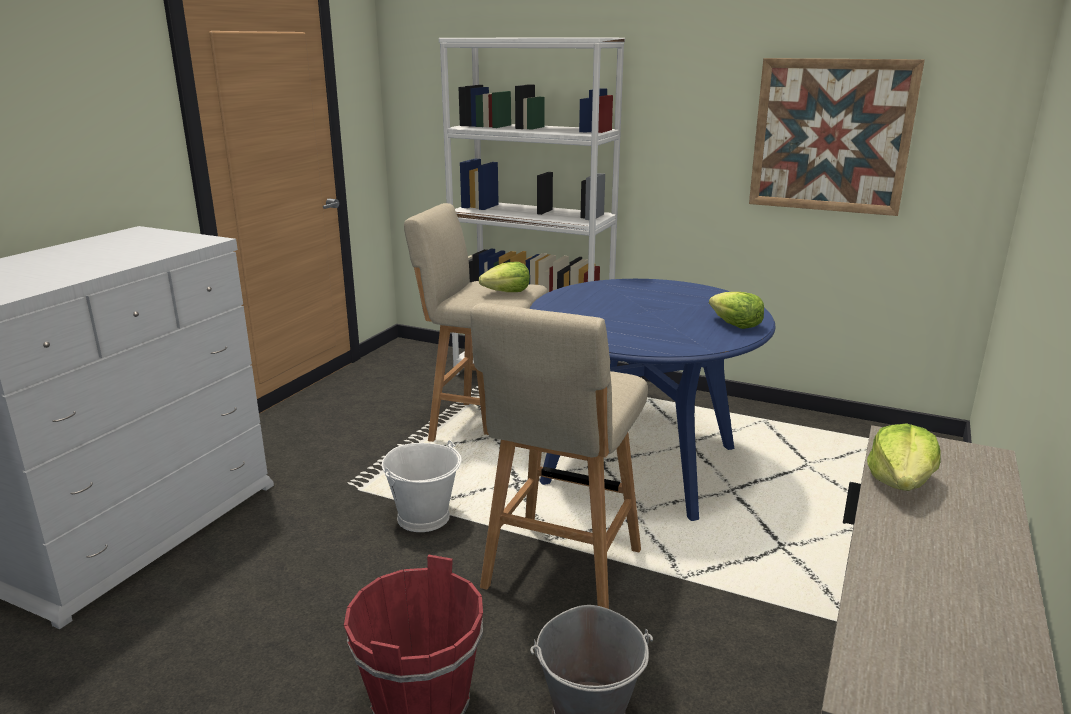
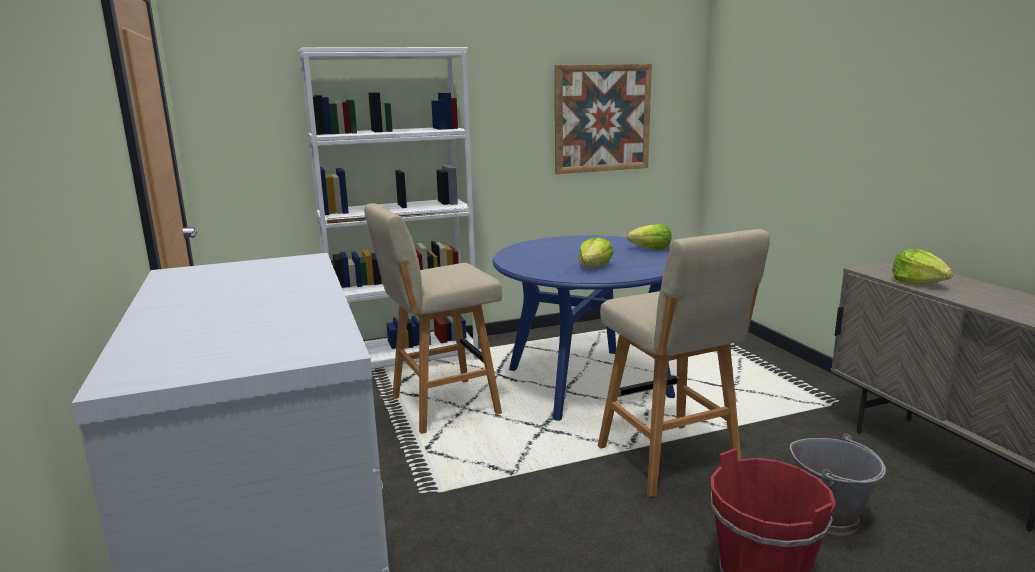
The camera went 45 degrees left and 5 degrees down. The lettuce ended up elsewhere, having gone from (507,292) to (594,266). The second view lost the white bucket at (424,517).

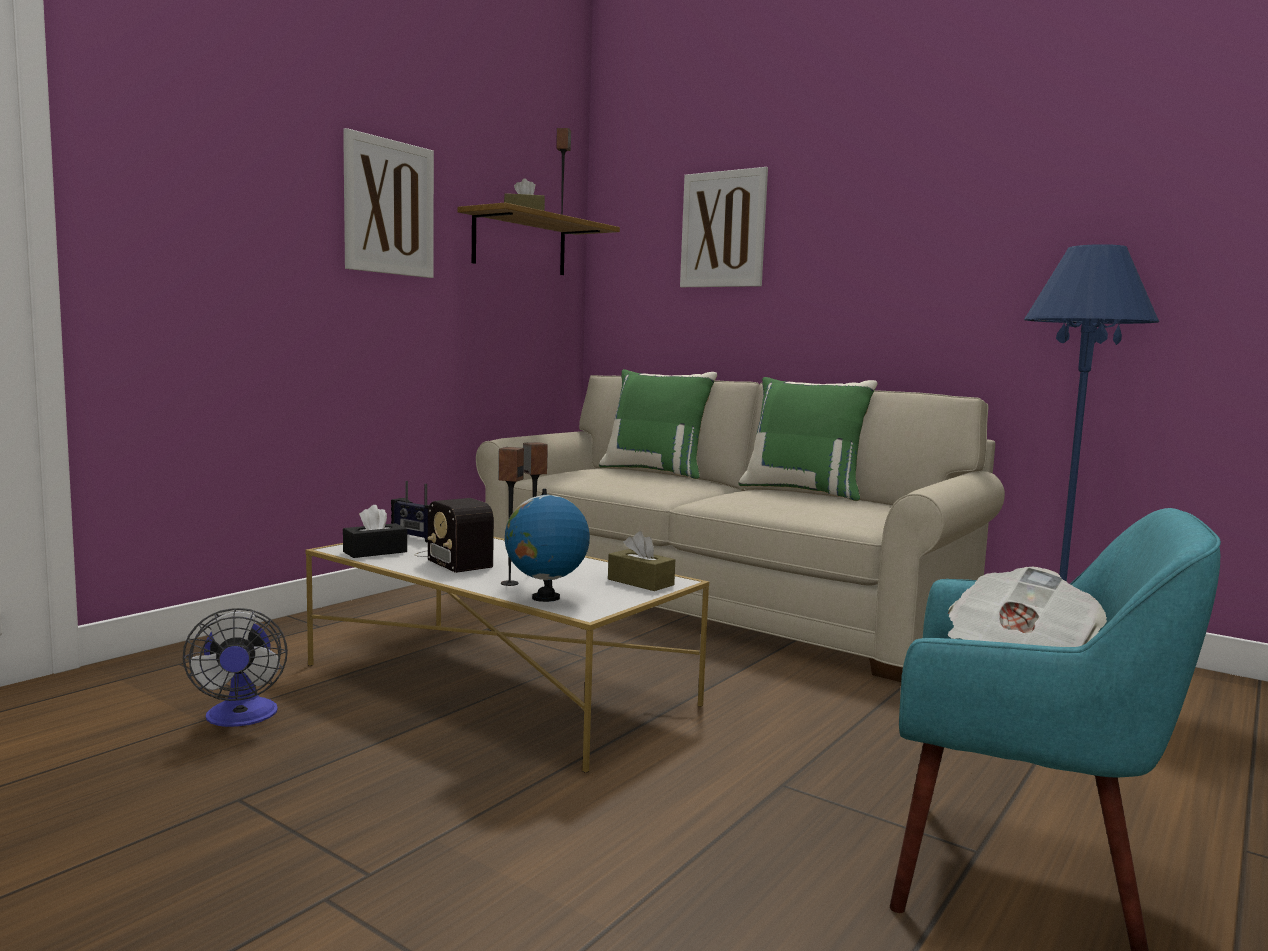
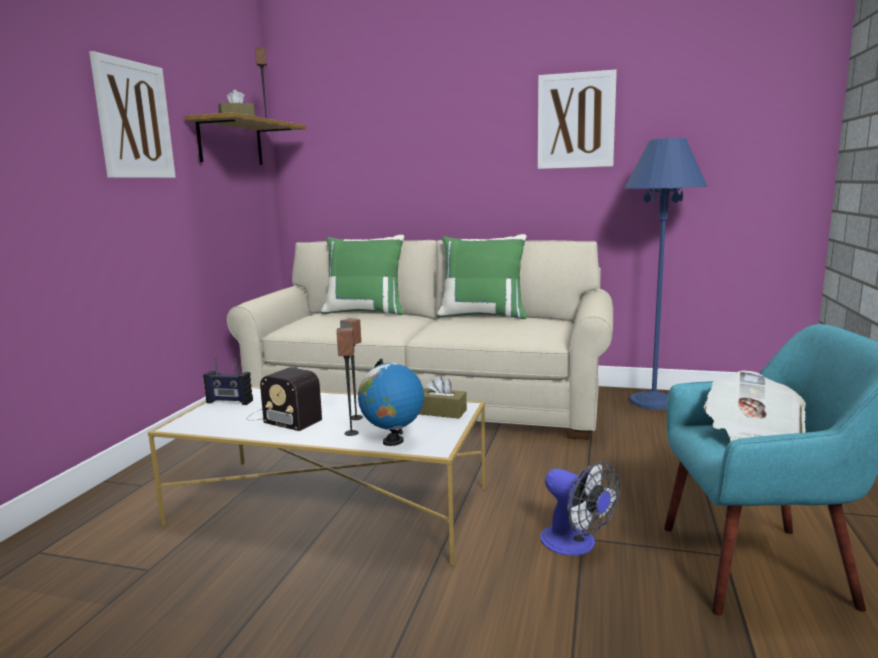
The camera went 20 degrees left and 5 degrees up. The picture ended up elsewhere, having gone from (723,229) to (576,121). The second view lost the black tissue box at (375,552). The fan ended up elsewhere, having gone from (241,718) to (576,544).

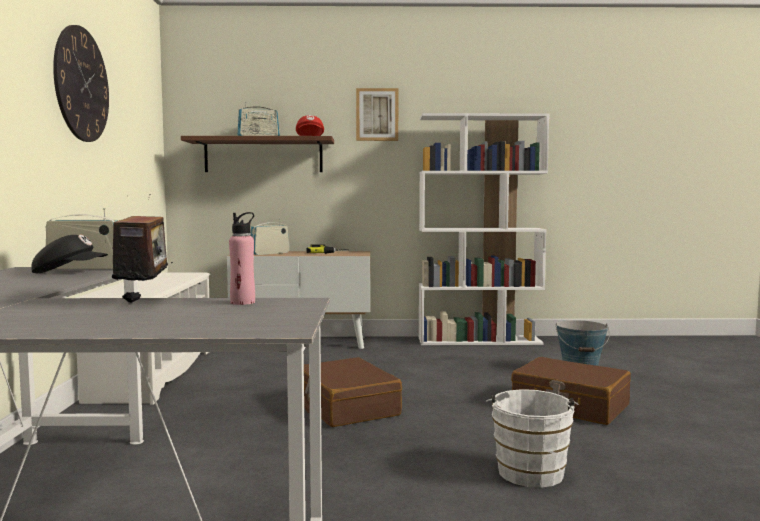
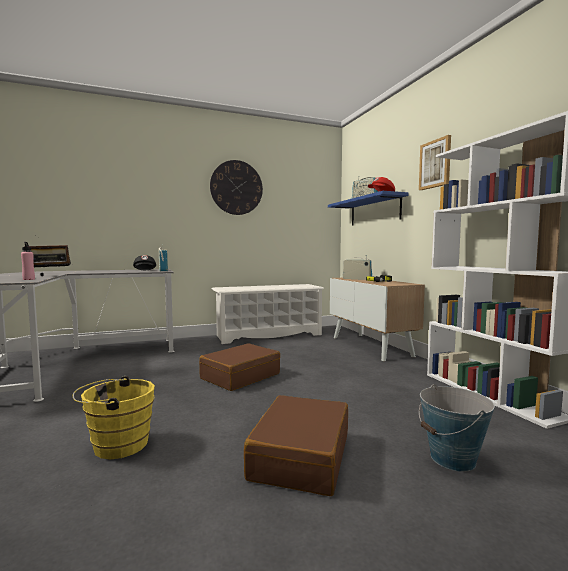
The camera went 70 degrees right and 0 degrees up. What was the brown shelf at (263,155) turned into the blue shelf at (374,211). What was the white bucket at (530,475) turned into the yellow bucket at (116,445).

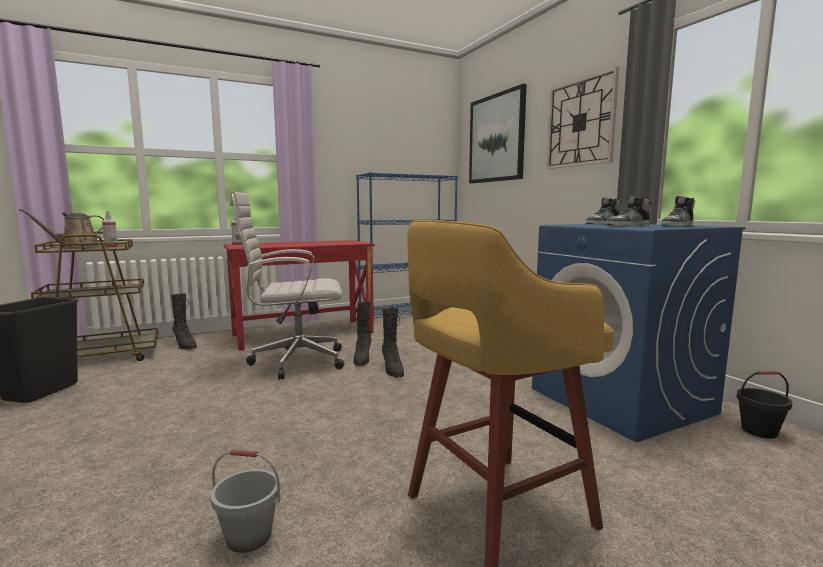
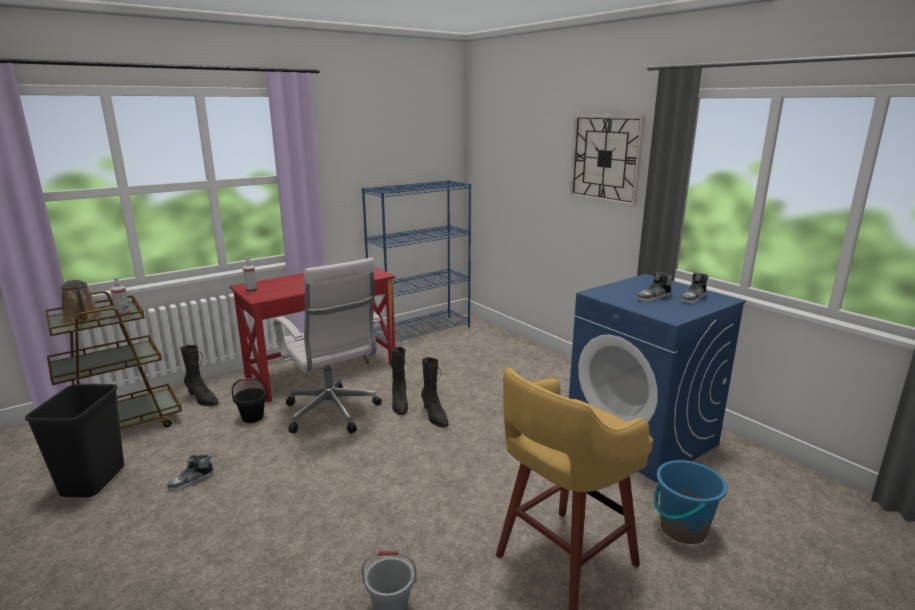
The camera went 10 degrees left and 10 degrees up. The second view lost the picture at (496,138). The white office chair at (294,362) ended up facing another way, 105 degrees counterclockwise from before. The shoe ended up elsewhere, having gone from (602,224) to (191,481). The brown watering can at (76,248) ended up facing another way, 75 degrees counterclockwise from before. The black bucket ended up elsewhere, having gone from (759,431) to (253,417). The second view gained the blue bucket at (682,529).

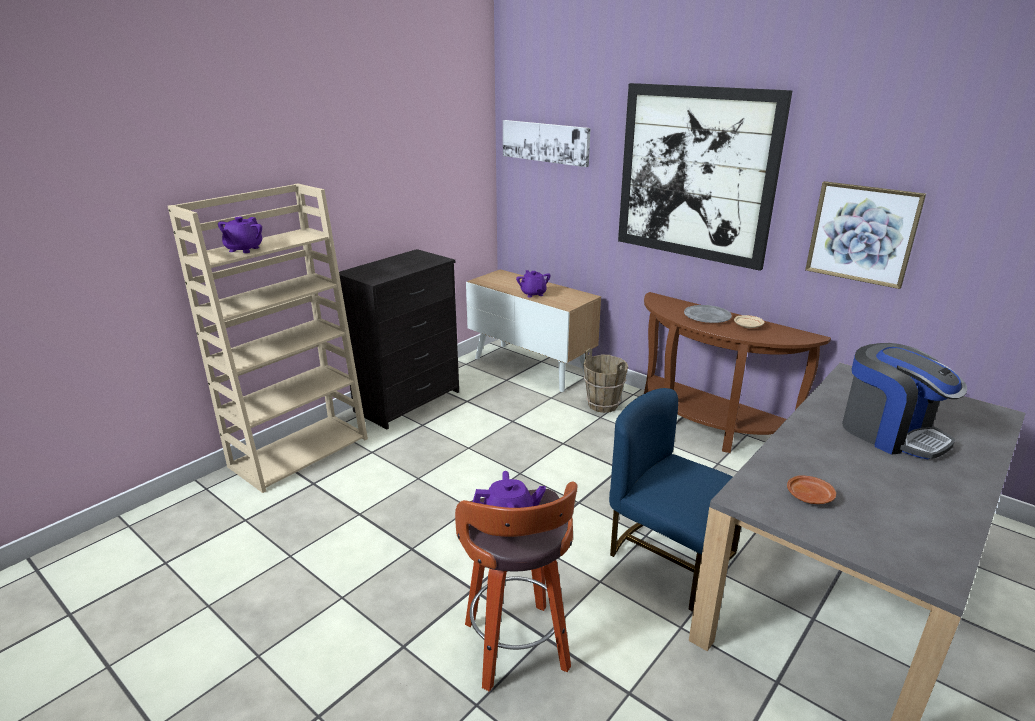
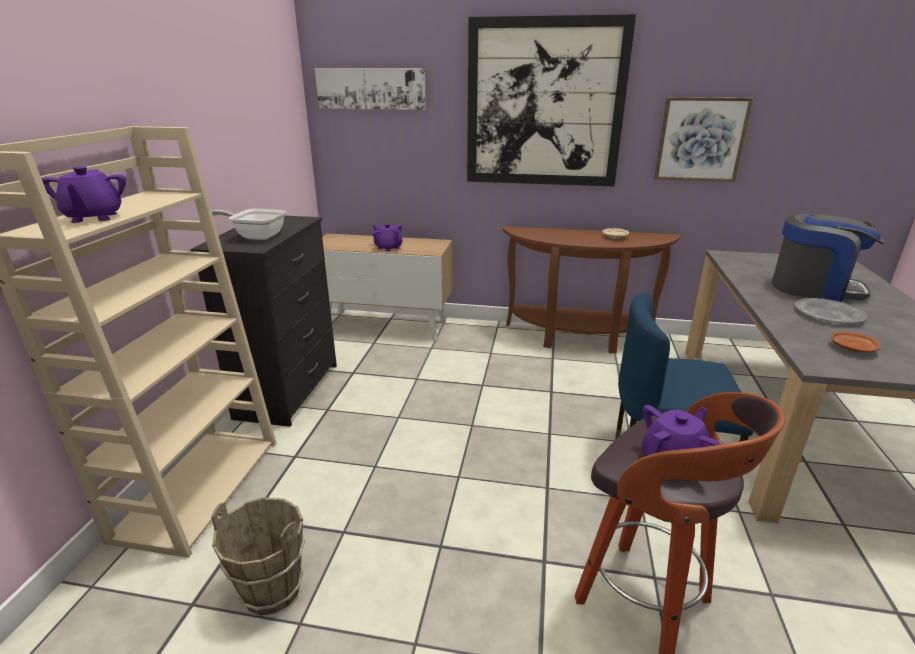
The camera went 30 degrees left and 0 degrees up. The grey plate ended up elsewhere, having gone from (707,317) to (828,314). The brown bucket ended up elsewhere, having gone from (603,405) to (272,589). The second view gained the frying pan at (256,236).

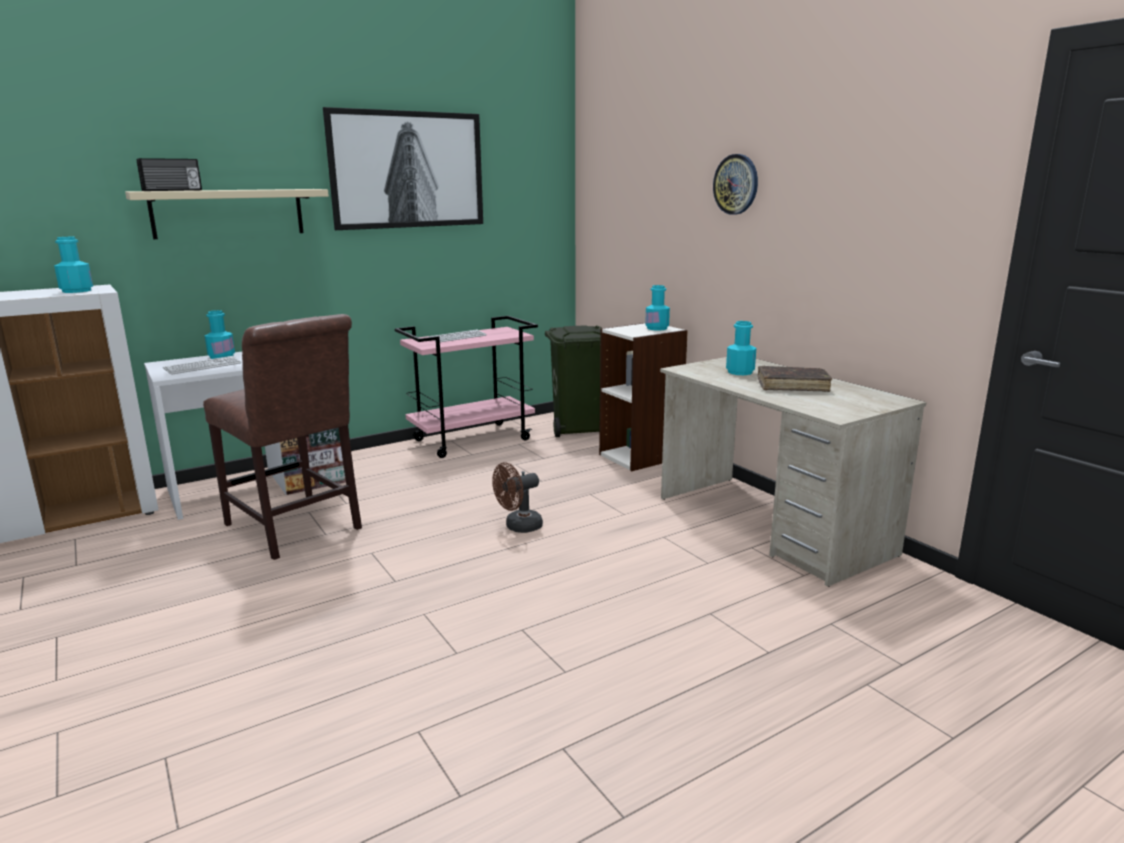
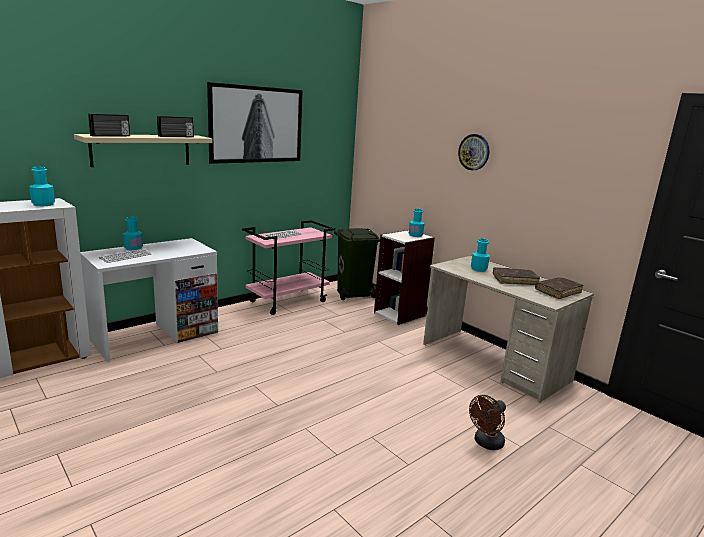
The camera went 10 degrees left and 0 degrees up. The second view lost the brown chair at (296,529). The brown fan ended up elsewhere, having gone from (518,527) to (486,443). The second view gained the radio at (176,136). The second view gained the brown book at (558,292).

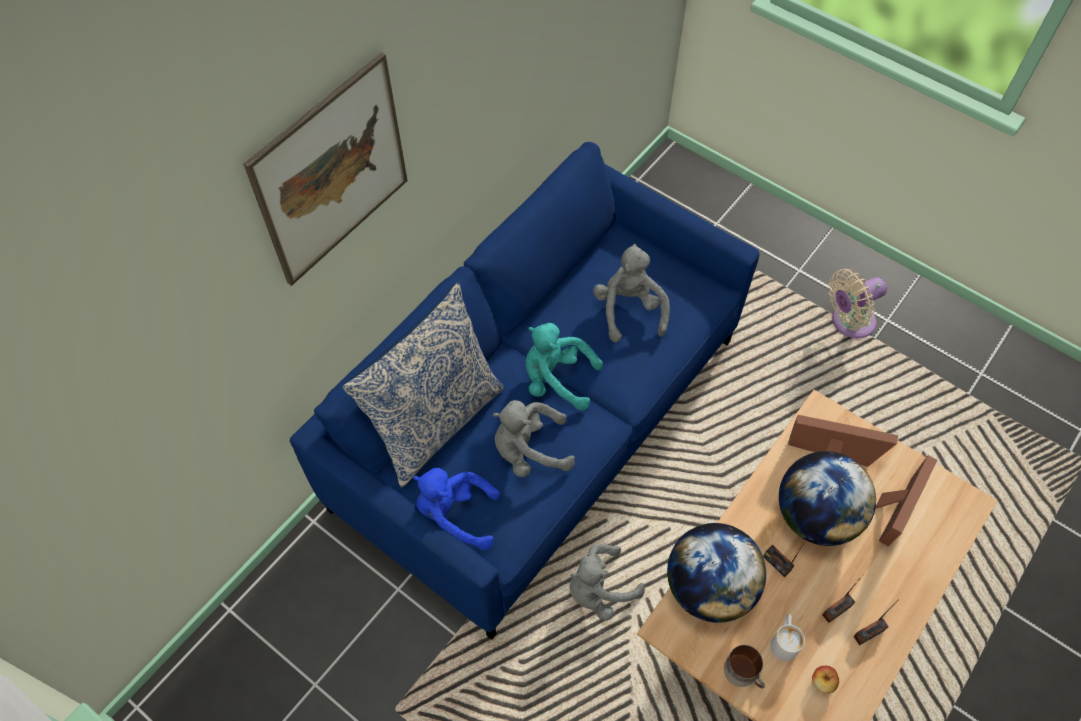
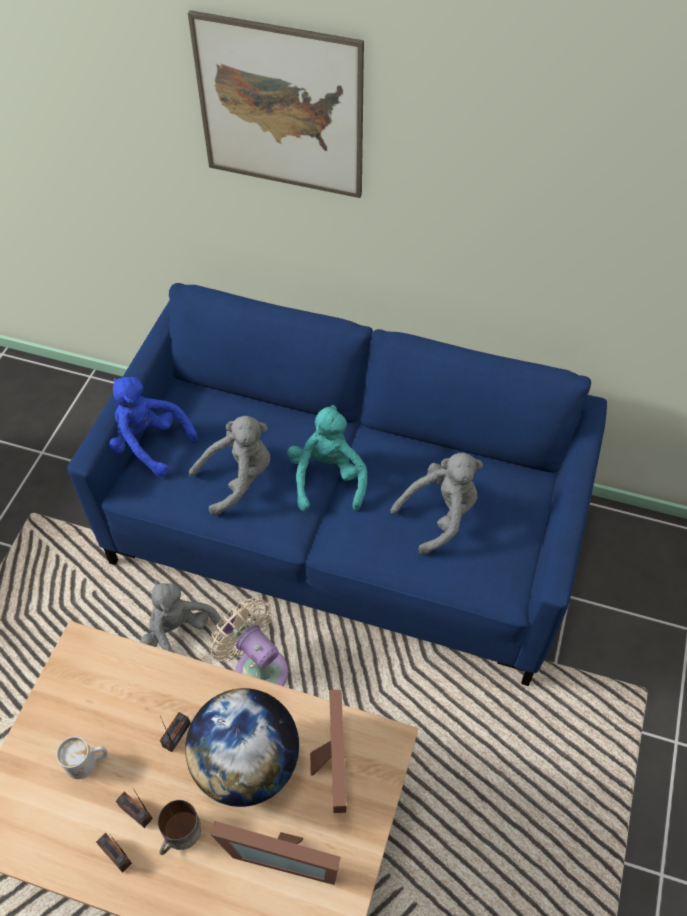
The camera went 70 degrees right and 5 degrees down. The beige fan ended up elsewhere, having gone from (848,322) to (257,668). The second view lost the pillow at (435,421). The grey plush toy at (529,451) ended up facing another way, 90 degrees clockwise from before. The blue plush toy at (453,519) ended up facing another way, 45 degrees counterclockwise from before. The second view lost the globe at (709,588). The mug ended up elsewhere, having gone from (744,672) to (180,836). The second view lost the apple at (822,682).

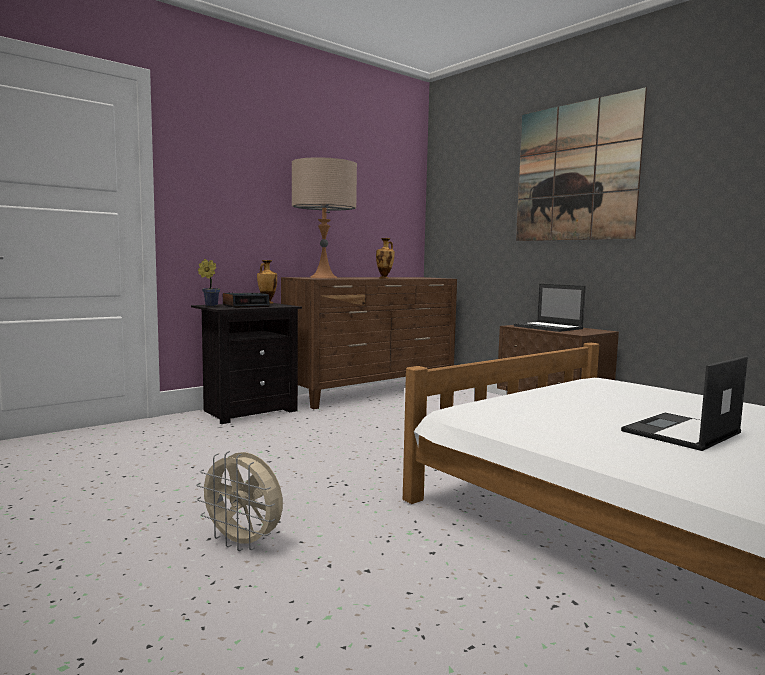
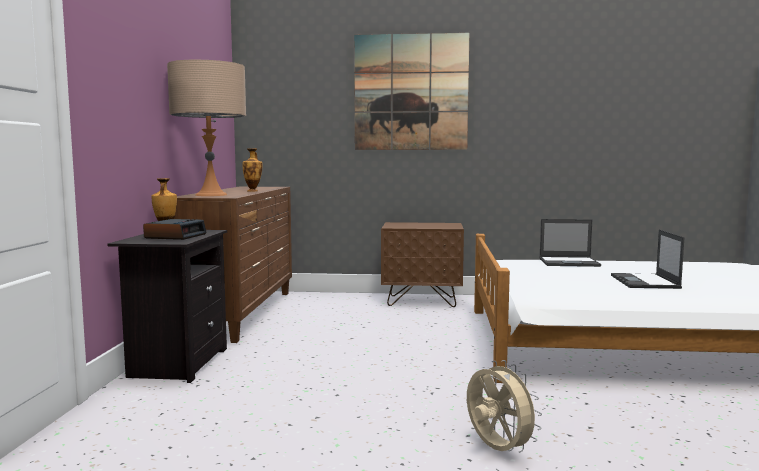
The camera went 45 degrees left and 0 degrees up. The second view lost the potted plant at (209,305). The laptop ended up elsewhere, having gone from (549,327) to (569,262). The beige fan at (243,543) ended up facing another way, 105 degrees counterclockwise from before.

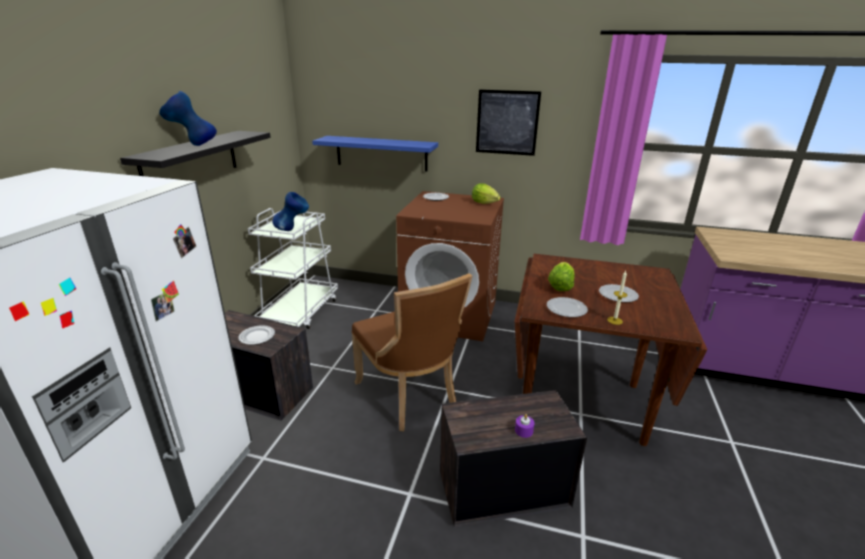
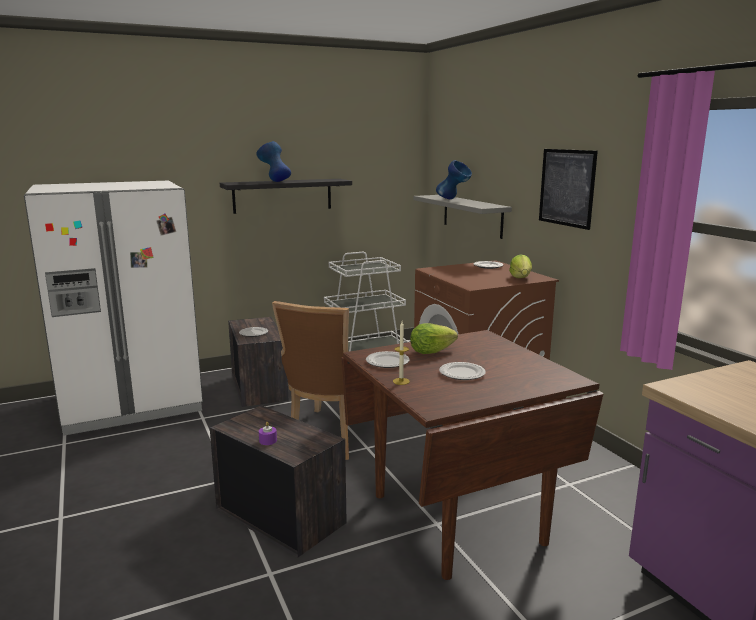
The camera went 50 degrees right and 10 degrees down. What was the blue shelf at (381,153) turned into the grey shelf at (472,215). The blue vase ended up elsewhere, having gone from (293,230) to (453,199).

